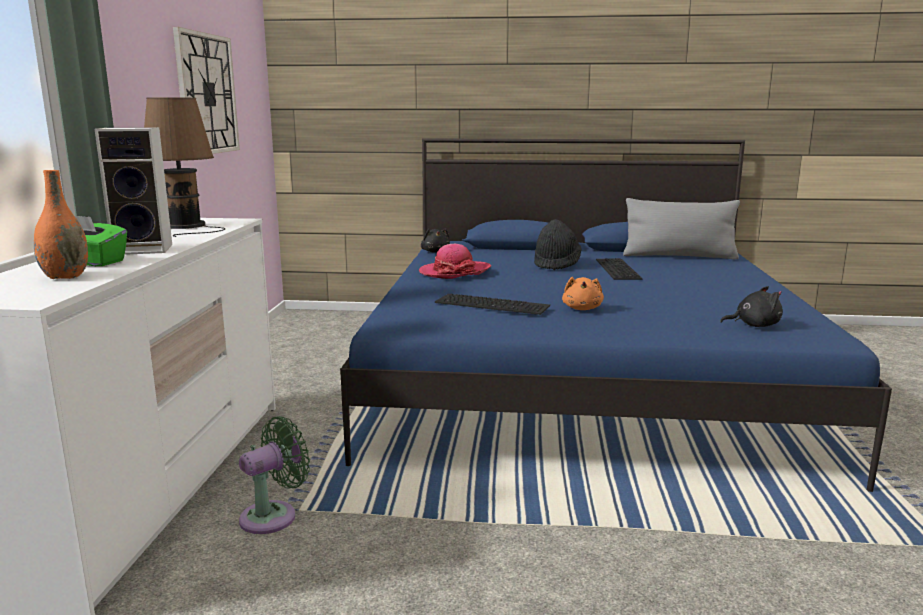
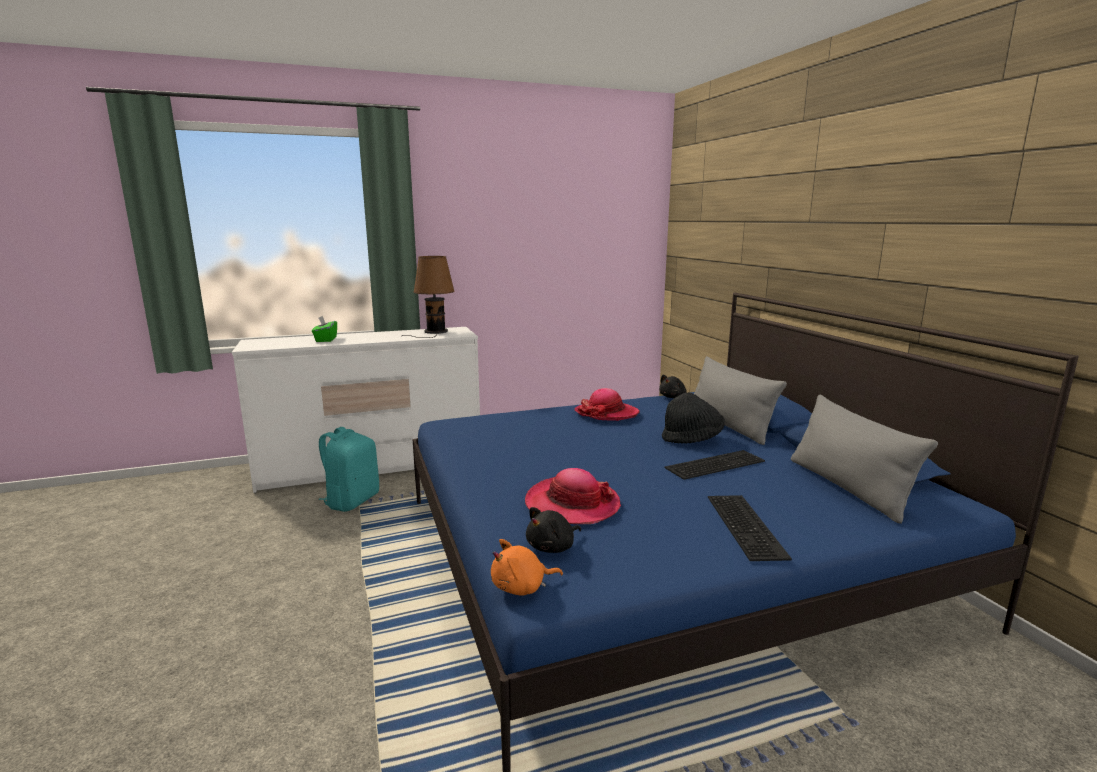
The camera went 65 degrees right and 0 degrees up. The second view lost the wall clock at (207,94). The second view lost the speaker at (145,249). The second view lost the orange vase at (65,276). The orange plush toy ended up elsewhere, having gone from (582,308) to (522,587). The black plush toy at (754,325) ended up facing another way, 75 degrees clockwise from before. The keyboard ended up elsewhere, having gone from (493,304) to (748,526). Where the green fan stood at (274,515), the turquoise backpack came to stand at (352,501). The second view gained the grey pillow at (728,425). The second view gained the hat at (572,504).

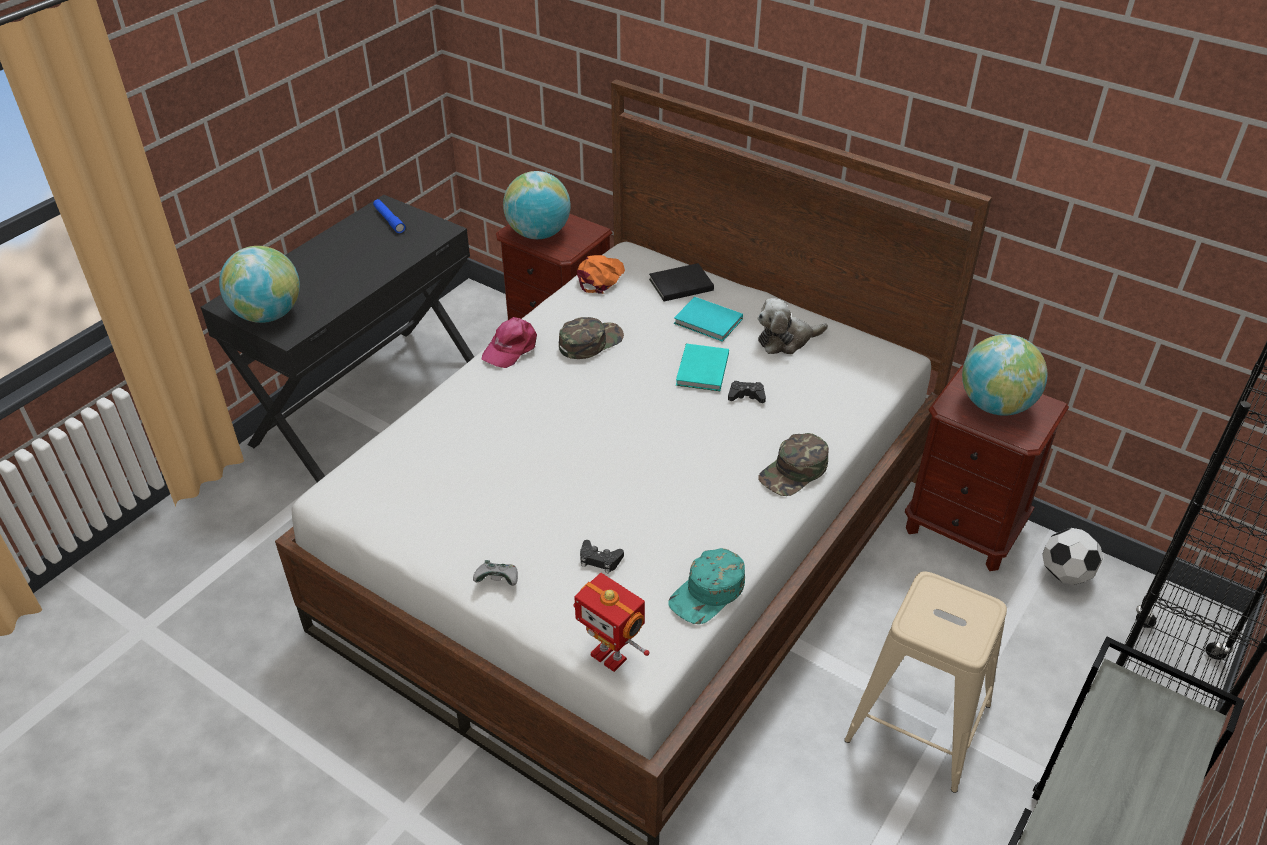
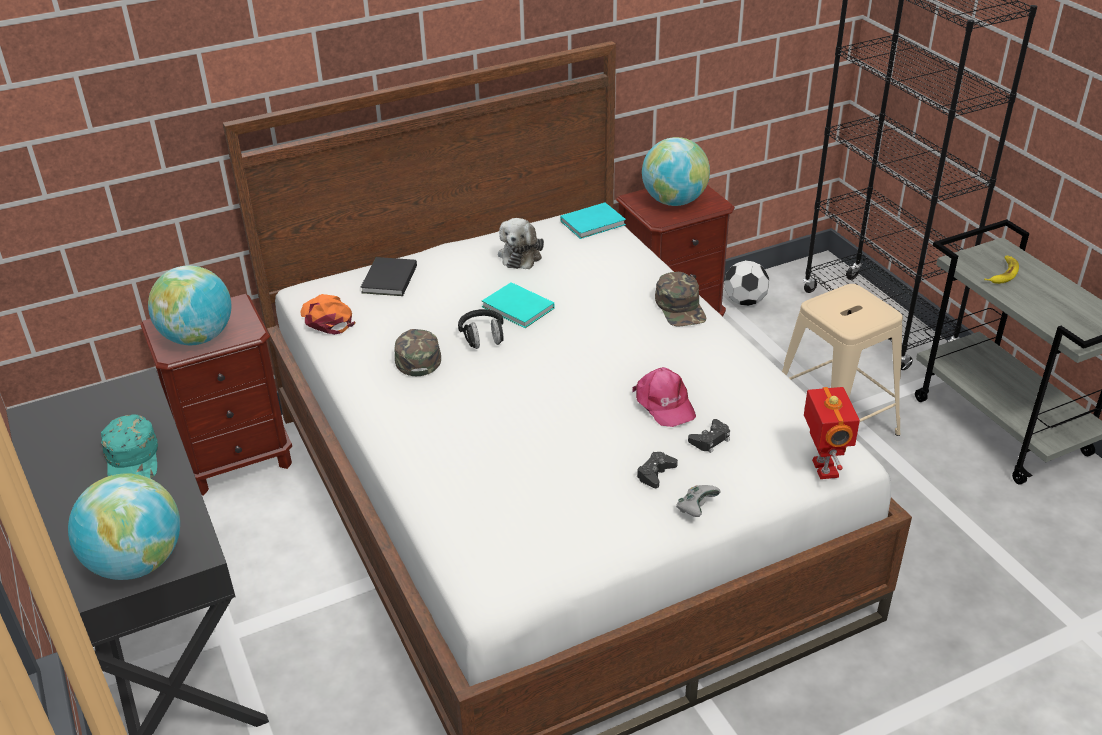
The camera went 60 degrees left and 5 degrees down. The second view lost the blue flashlight at (389,220). The turquoise book ended up elsewhere, having gone from (709,322) to (594,223). The pink cap ended up elsewhere, having gone from (511,348) to (664,403). The black game controller ended up elsewhere, having gone from (746,396) to (655,473). The turquoise cap ended up elsewhere, having gone from (708,593) to (133,459). The toy robot at (610,655) ended up facing another way, 75 degrees counterclockwise from before. The second view gained the banana at (1002,273). The second view gained the black headphones at (482,337).

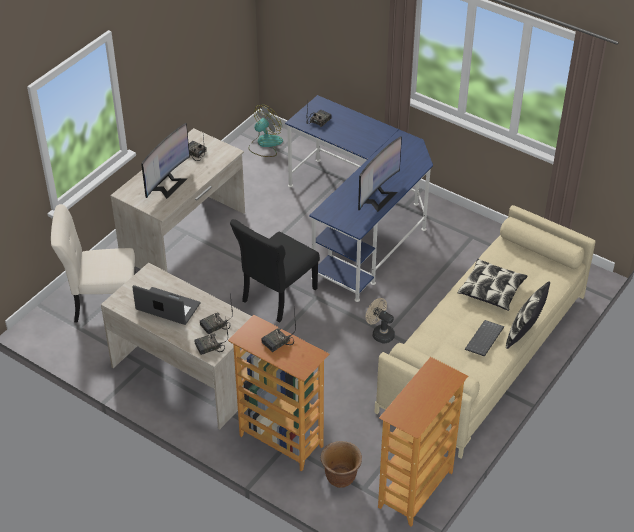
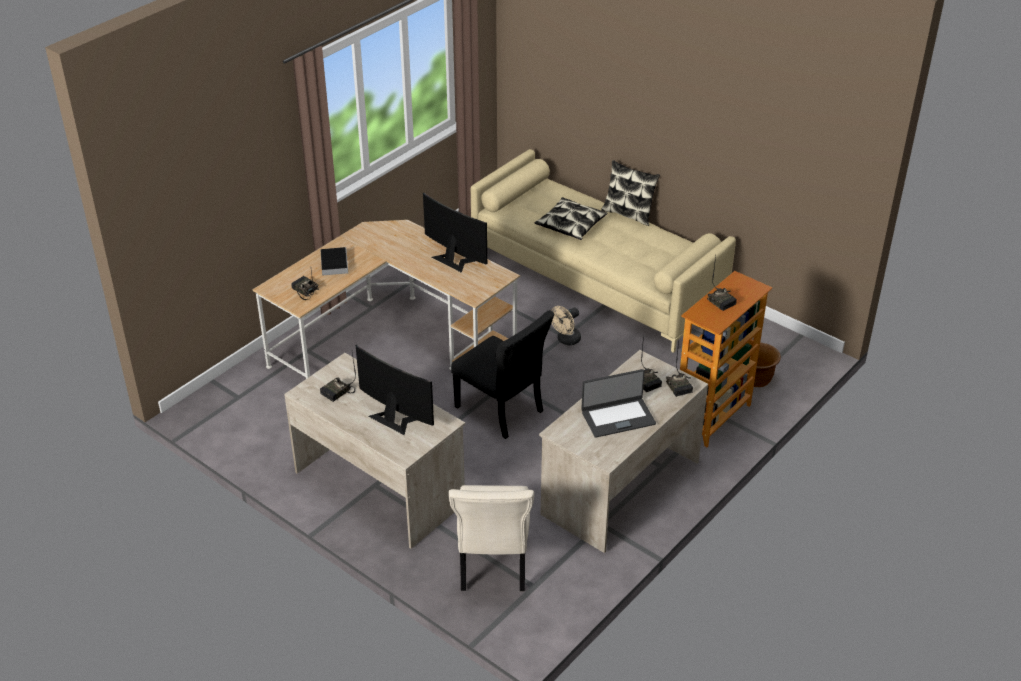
The camera went 85 degrees left and 5 degrees down. What was the blue desk at (360,223) turned into the beige desk at (392,341). The second view lost the fan at (265,144). The laptop at (167,307) ended up facing another way, 135 degrees counterclockwise from before. The second view lost the keyboard at (485,340). The second view lost the bookcase at (416,490). The second view gained the book at (334,263).

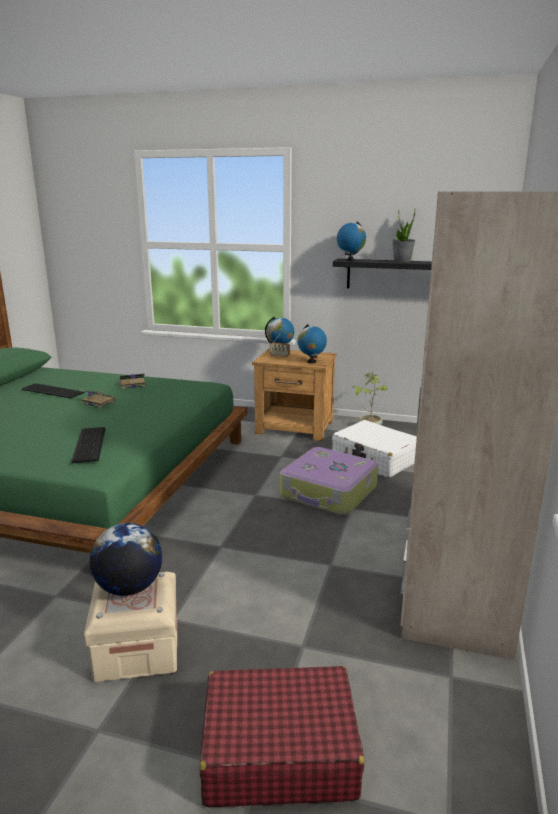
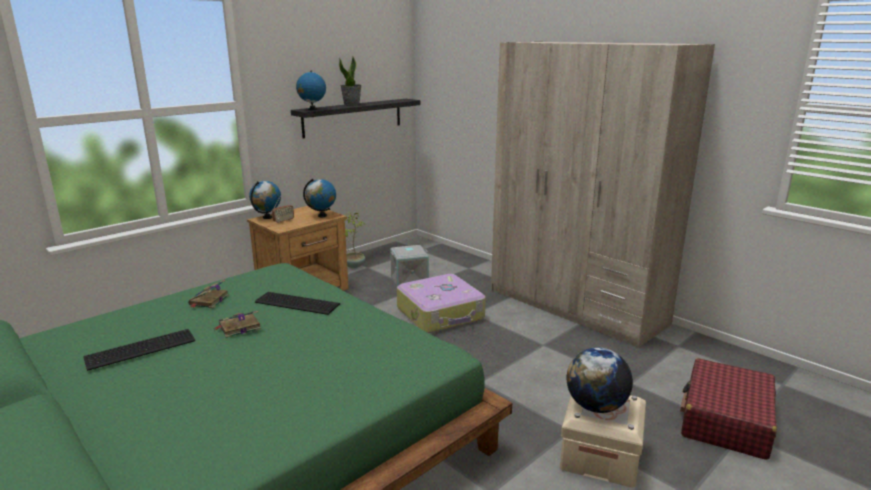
The camera went 60 degrees left and 0 degrees up. Where the white suitcase stood at (375,459), the grey storage box came to stand at (409,281). The keyboard ended up elsewhere, having gone from (91,444) to (297,302).

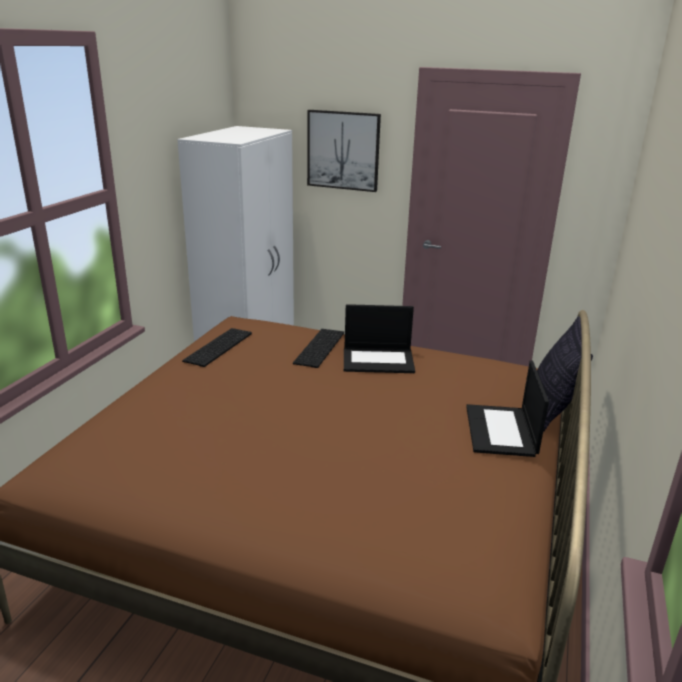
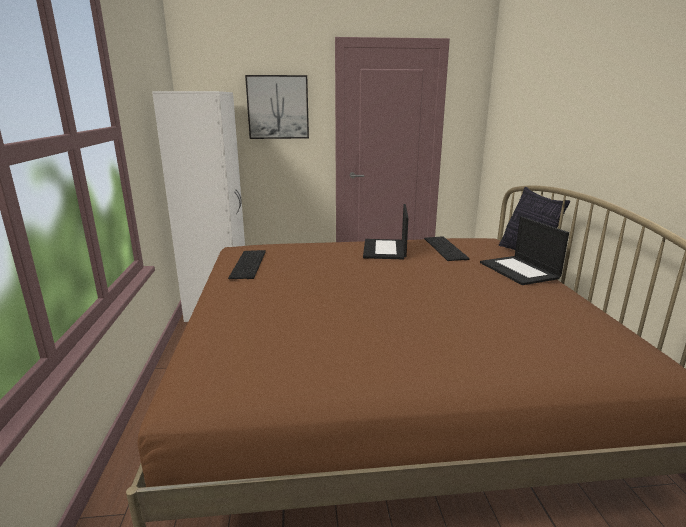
The camera went 25 degrees left and 5 degrees down. The laptop at (379,360) ended up facing another way, 120 degrees clockwise from before. The keyboard ended up elsewhere, having gone from (321,348) to (446,248).

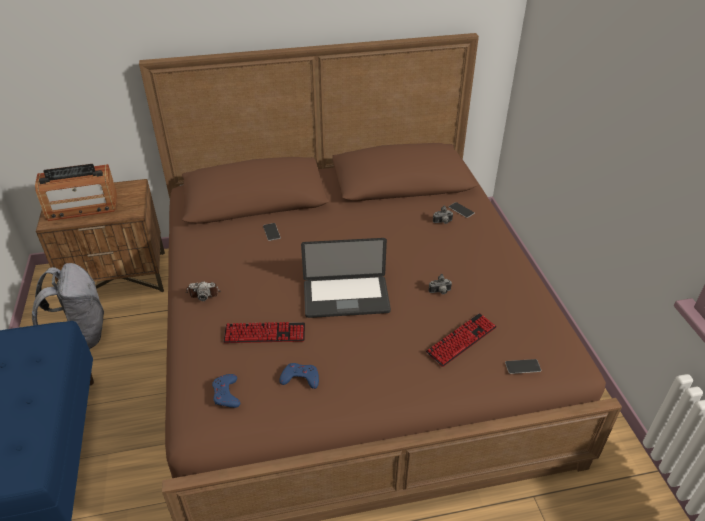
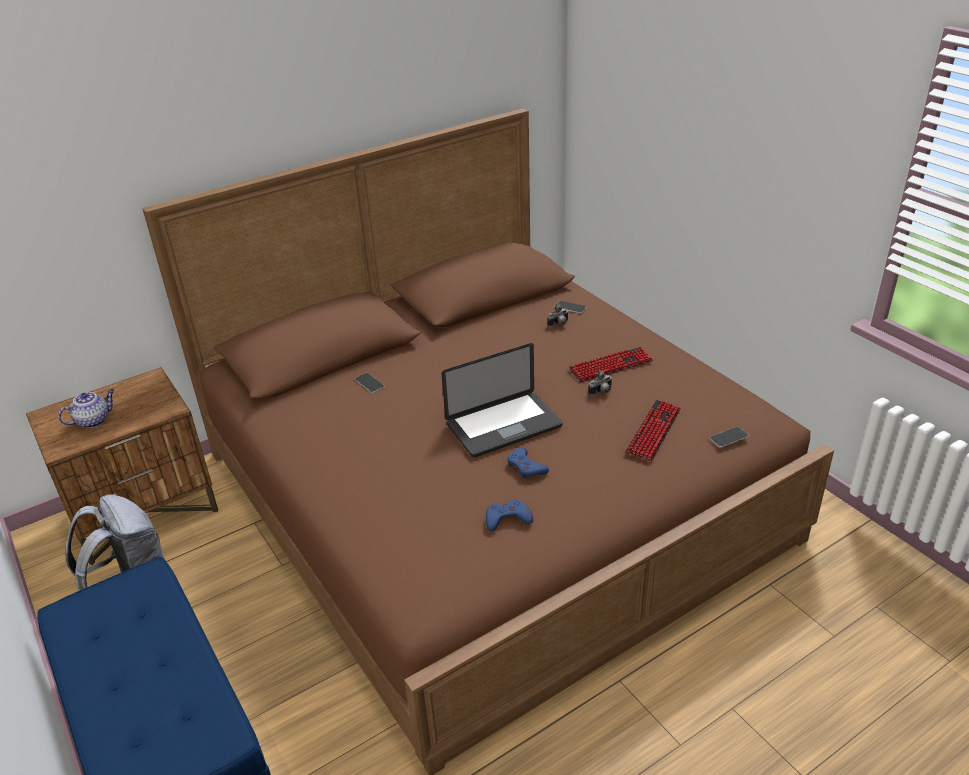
The camera went 20 degrees left and 5 degrees down. Where the radio stood at (82,207), the teapot came to stand at (94,420). The second view lost the photo camera at (203,292). The keyboard ended up elsewhere, having gone from (265,334) to (610,366). The blue game controller ended up elsewhere, having gone from (226,394) to (526,467).

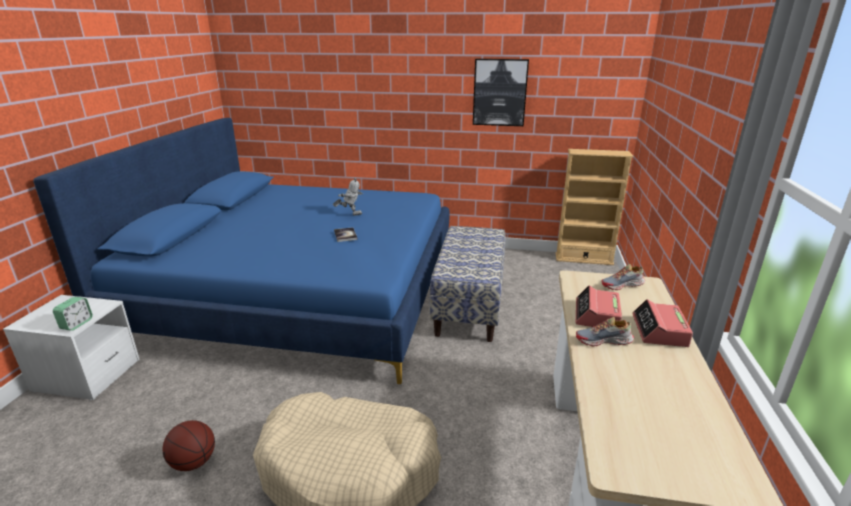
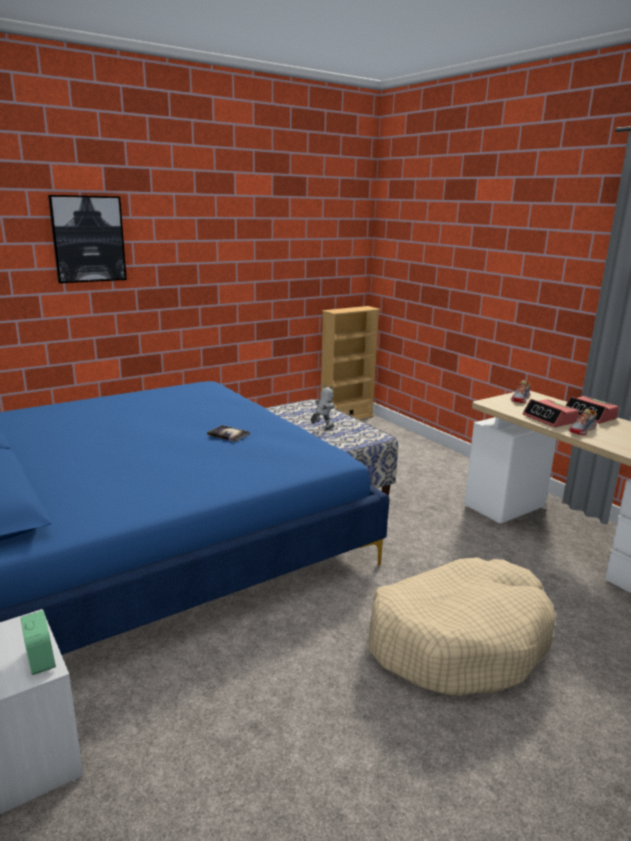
The camera went 45 degrees left and 5 degrees down. The picture ended up elsewhere, having gone from (500,92) to (88,239). The toy robot ended up elsewhere, having gone from (350,214) to (322,429). The second view lost the basketball at (193,462).

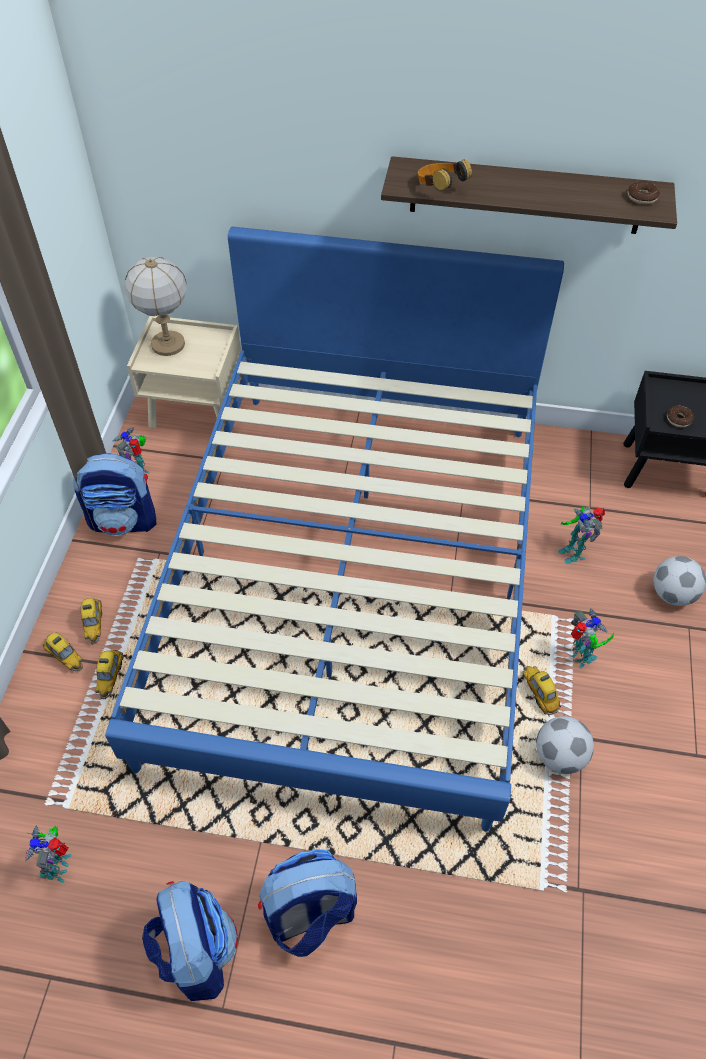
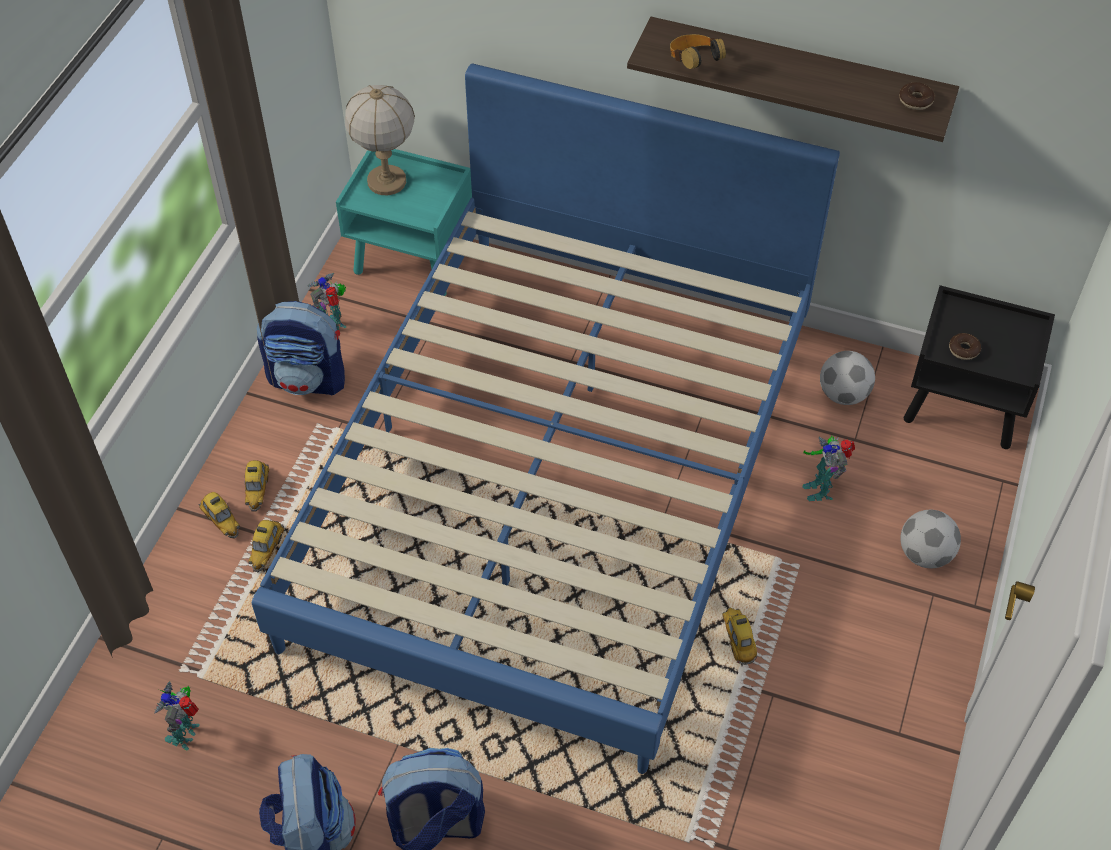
The camera went 10 degrees right and 0 degrees up. What was the beige nightstand at (197,412) turned into the turquoise nightstand at (413,261). The second view lost the toy robot at (580,657). The football ended up elsewhere, having gone from (559,755) to (843,394).

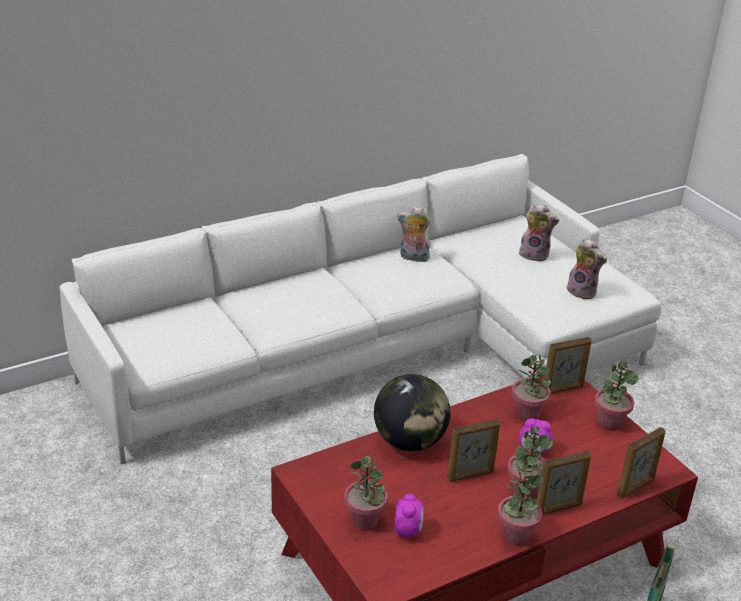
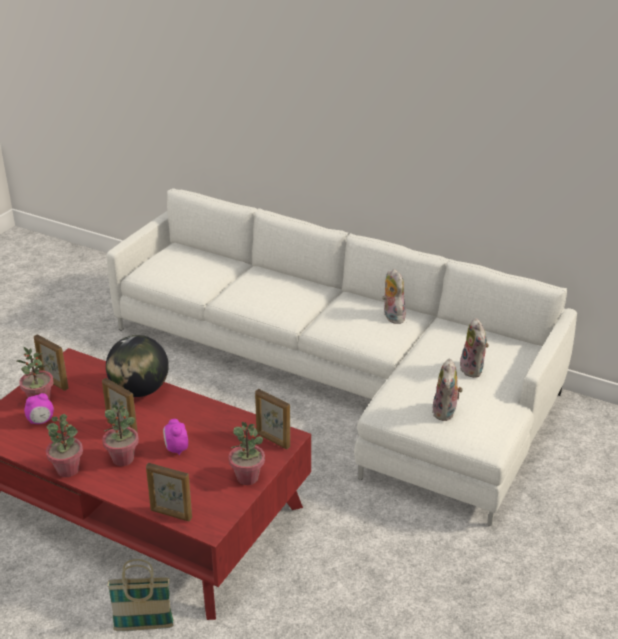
The camera went 60 degrees right and 0 degrees up. The second view lost the potted plant at (528,414). The picture frame ended up elsewhere, having gone from (558,508) to (54,383).

